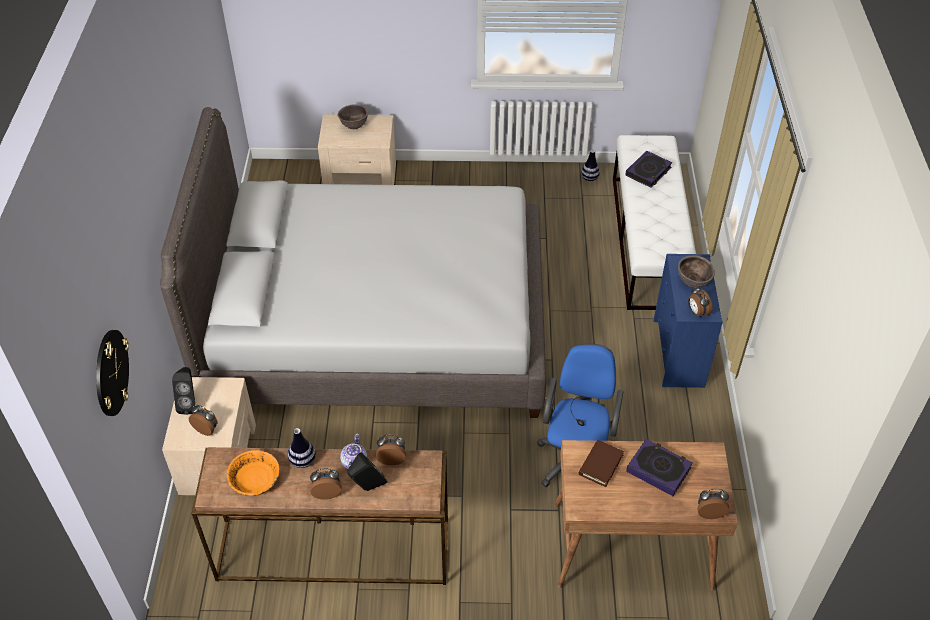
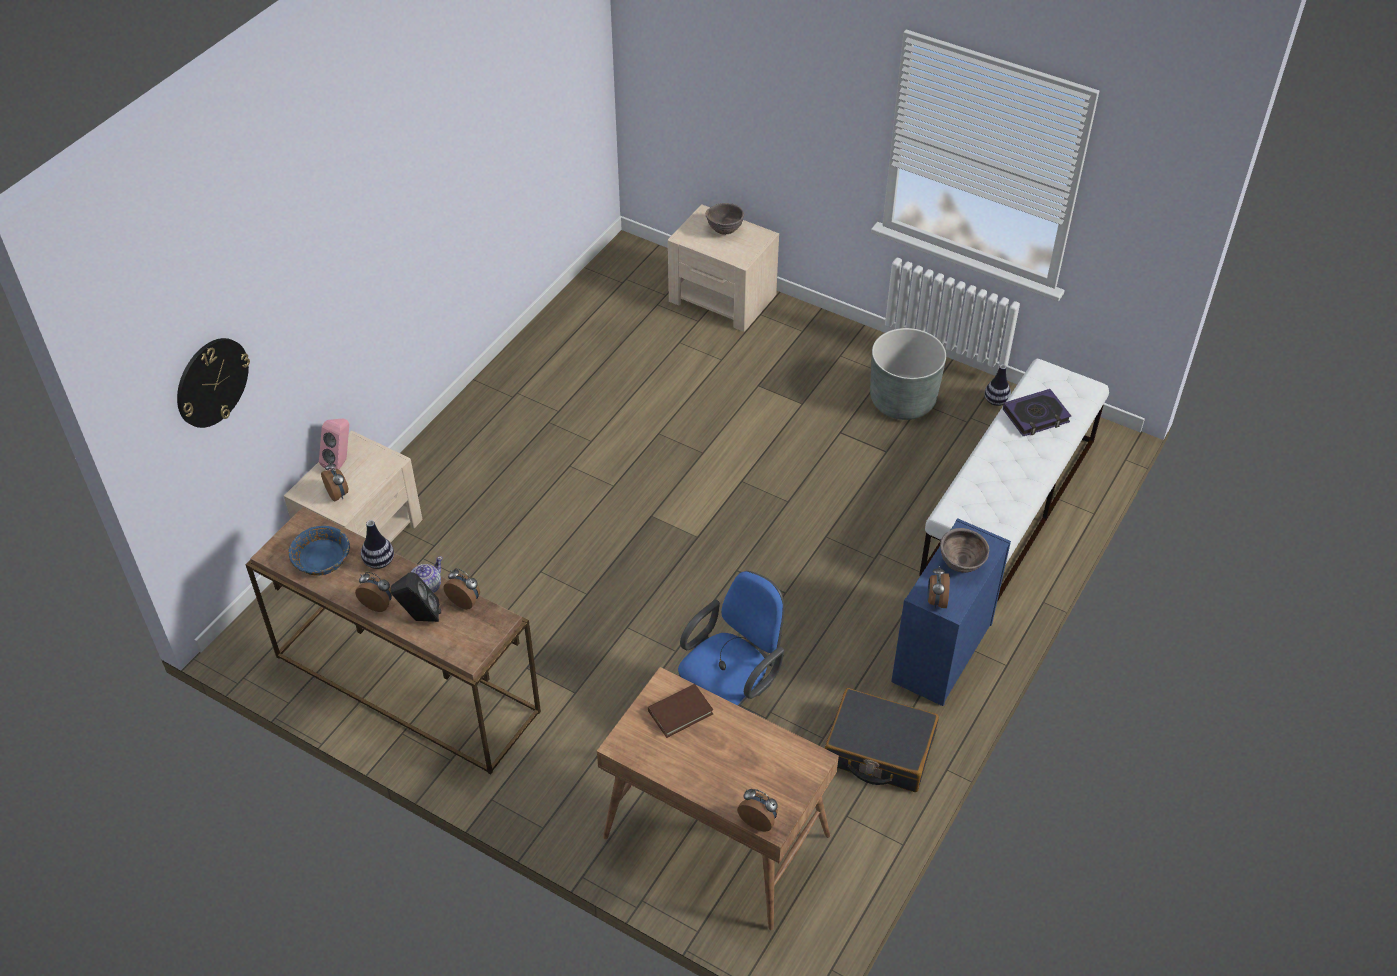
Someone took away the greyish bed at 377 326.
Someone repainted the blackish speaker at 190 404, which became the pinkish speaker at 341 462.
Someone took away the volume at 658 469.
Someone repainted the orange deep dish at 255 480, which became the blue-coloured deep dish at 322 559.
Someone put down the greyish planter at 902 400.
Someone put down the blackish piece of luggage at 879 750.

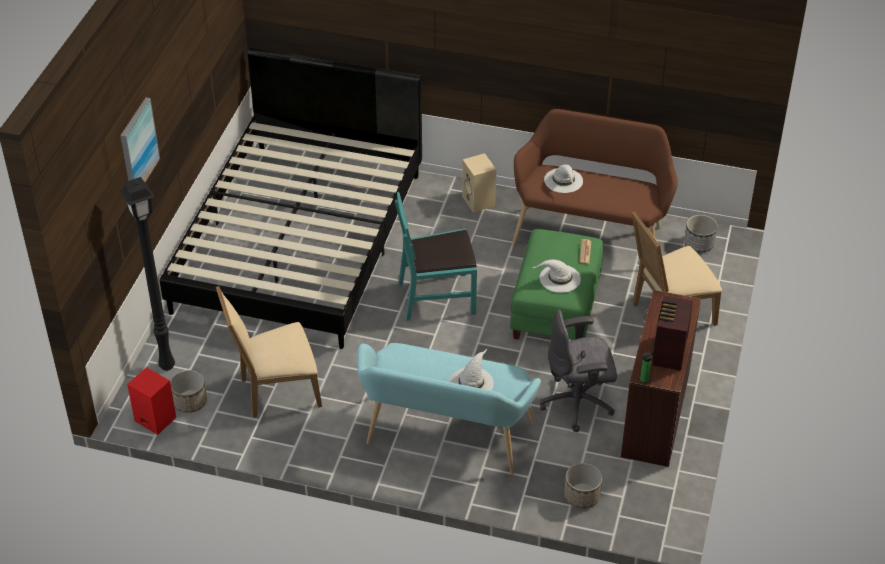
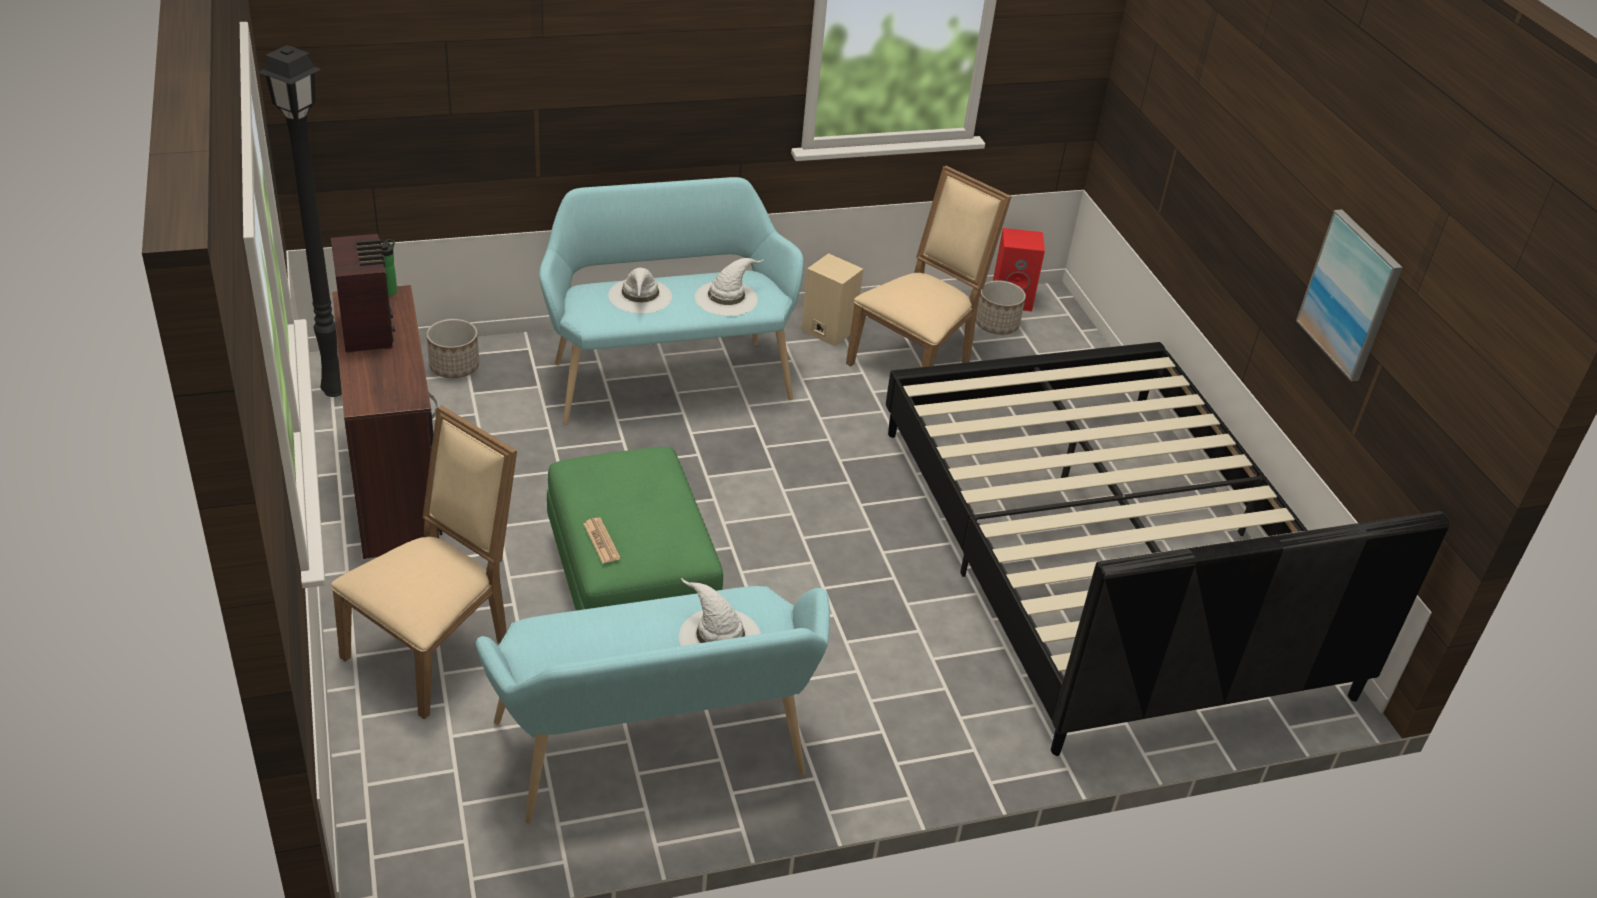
Someone carried the picture from 138 147 to 1350 295.
Someone repainted the brown-coloured long seat at 590 232, which became the turquoise-coloured long seat at 656 758.
Someone carried the beige speaker from 479 201 to 826 330.
Someone carried the blackish standing lamp from 166 367 to 334 389.
Someone took away the turquoise-coloured chair at 437 297.
Someone took away the planter at 699 244.
Someone carried the whitish wearable hat from 559 278 to 727 297.
Someone took away the greyish office chair at 578 403.

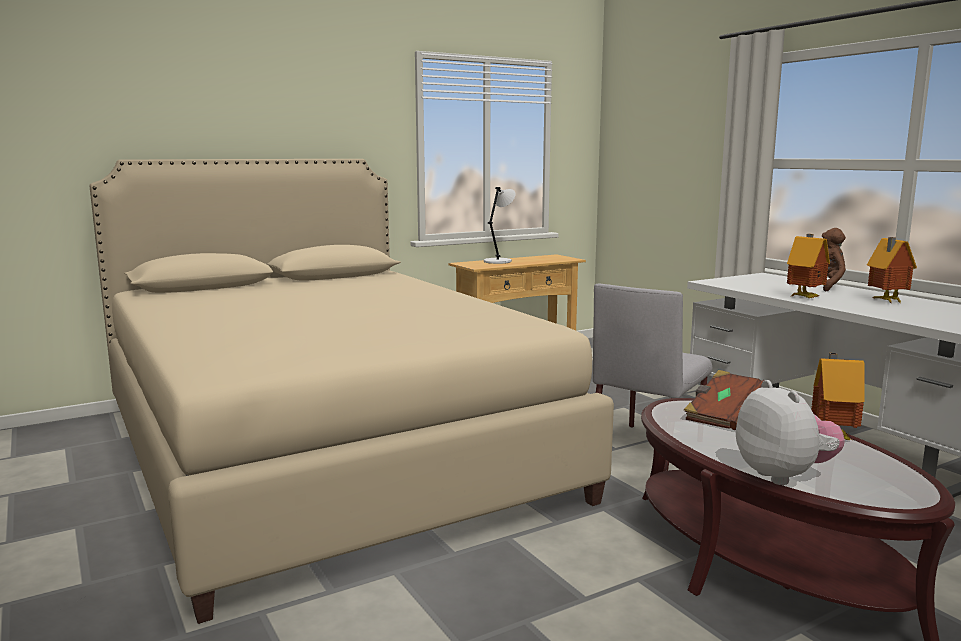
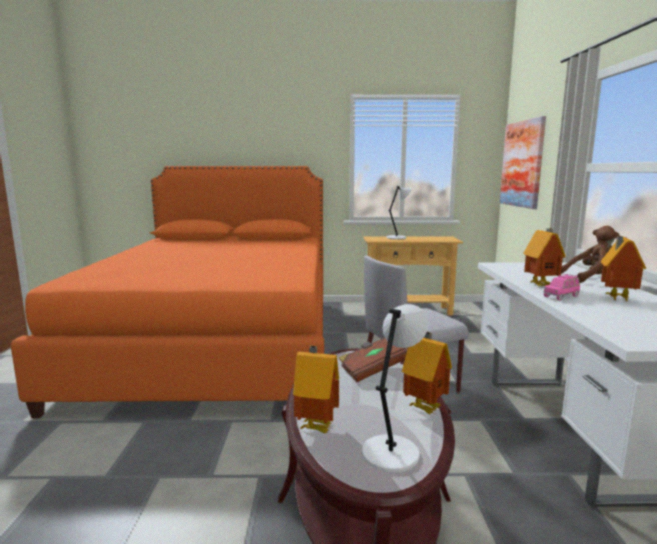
Someone repainted the beige bed at 324 452, which became the orange bed at 219 343.
Someone swapped the cuddly toy at 784 476 for the toy house at 317 426.
Someone put up the picture at 522 164.
Someone put down the pinkish toy car at 561 296.
Someone put down the whitish table lamp at 391 452.

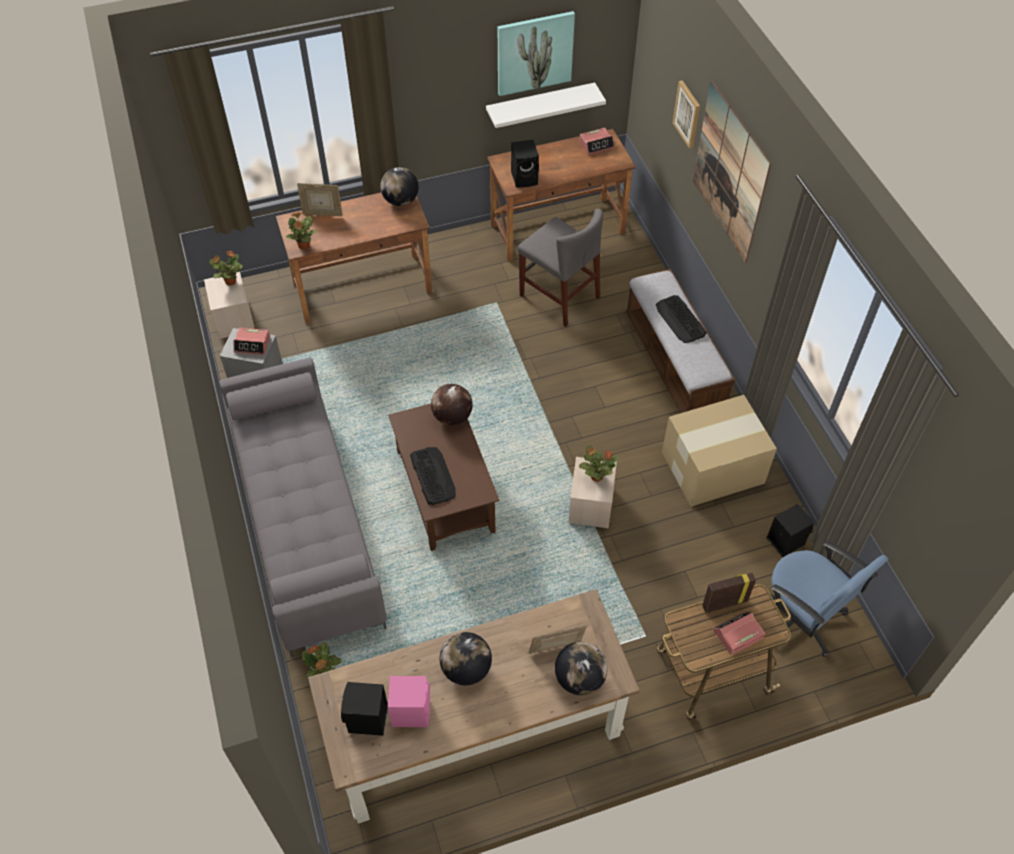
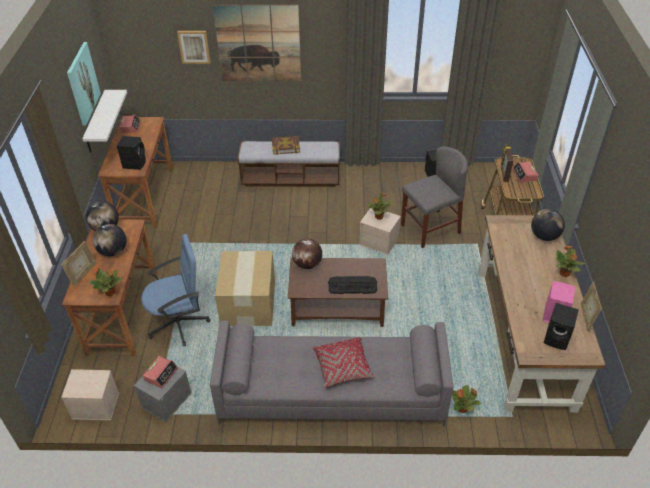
Someone carried the greyish chair from 559 296 to 430 229.
Someone carried the houseplant from 230 281 to 564 274.
Someone swapped the keyboard at 680 320 for the volume at 285 147.
Someone carried the carton from 714 467 to 249 302.
Someone carried the blue-coloured office chair from 801 618 to 179 322.
Someone carried the picture frame from 556 650 to 586 317.
Someone carried the desk globe from 466 669 to 113 251.
Someone put down the red-coloured cushion at 343 368.

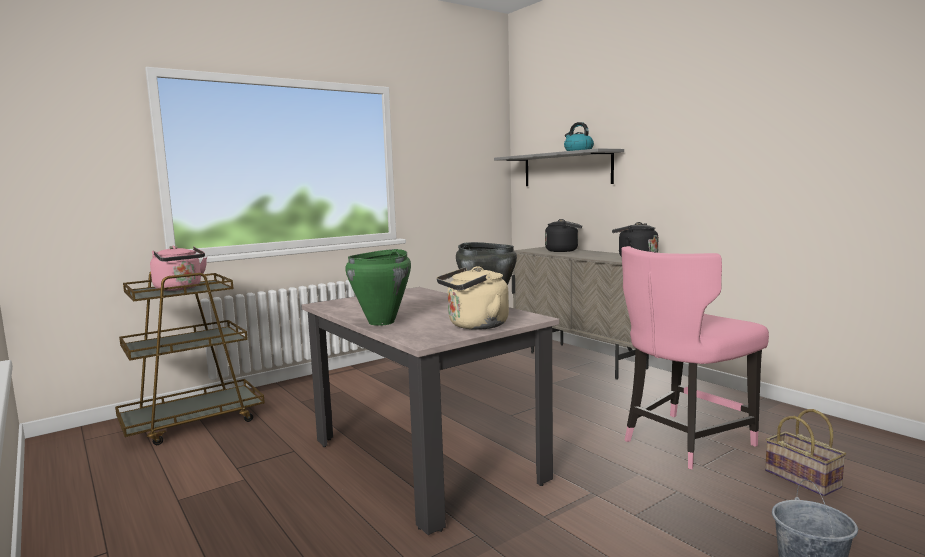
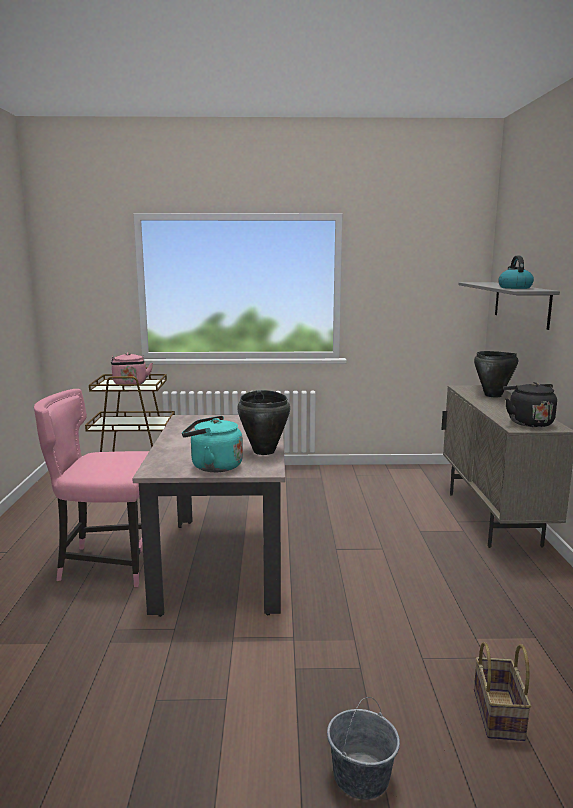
Someone swapped the blackish tea kettle at 564 251 for the blackish stockpot at 493 395.
Someone carried the pinkish chair from 683 442 to 107 563.
Someone took away the greenish stockpot at 382 322.
Someone repainted the beige tea kettle at 475 326, which became the turquoise-coloured tea kettle at 213 466.

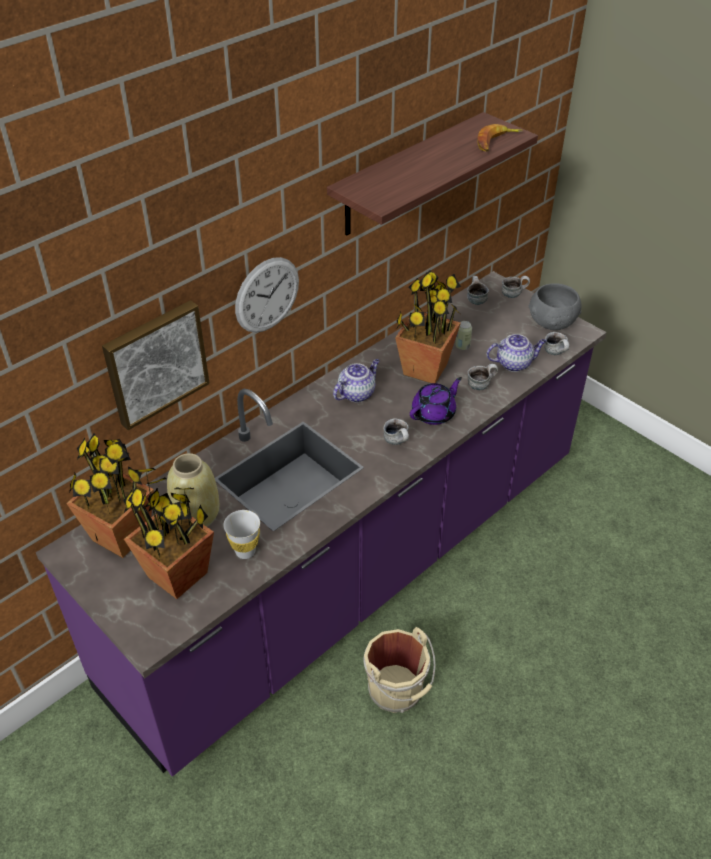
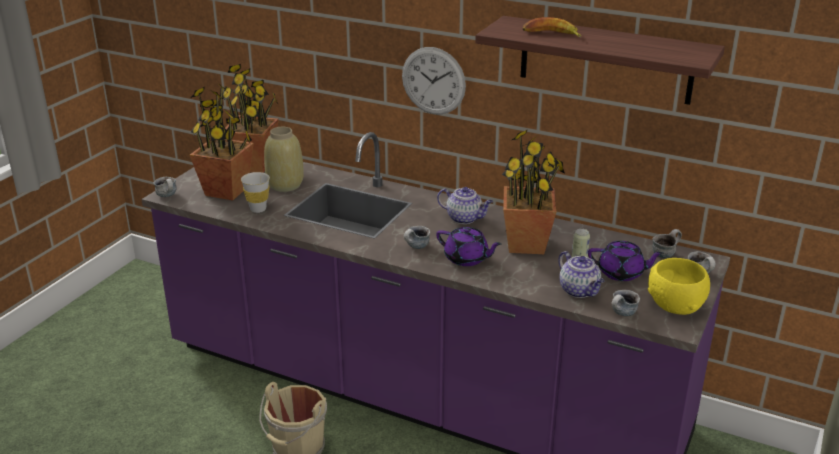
Someone carried the banana from 496 142 to 551 34.
Someone repainted the greyish deep dish at 552 323, which became the yellow-coloured deep dish at 674 305.
Someone took away the picture at 155 362.
Someone carried the coffee mug from 481 384 to 168 196.
Someone put down the purplish teapot at 621 273.

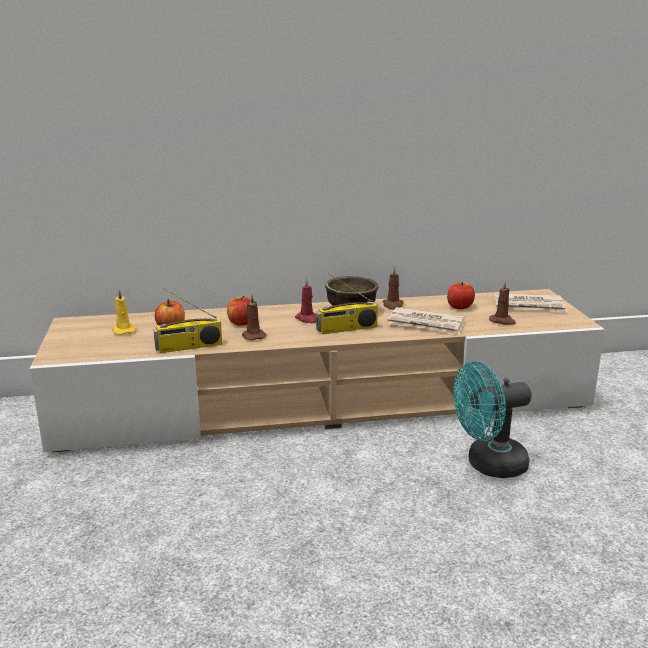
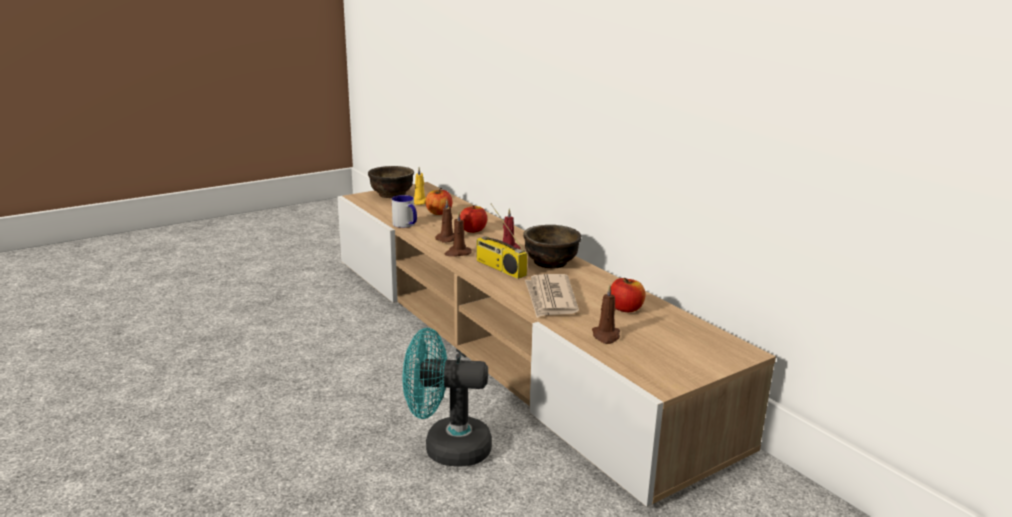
Someone carried the brown-coloured candle from 393 305 to 457 253.
Someone swapped the radio receiver at 189 347 for the coffee mug at 406 225.
Someone took away the printed paper at 529 306.
Someone rotated the turquoise-coloured electric fan at 488 465 by 45 degrees counterclockwise.
Someone put down the brown-coloured deep dish at 392 195.

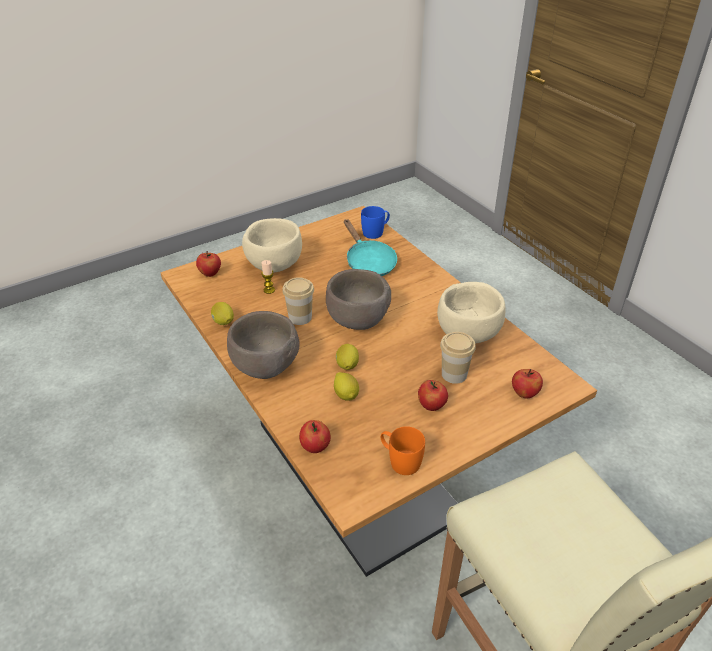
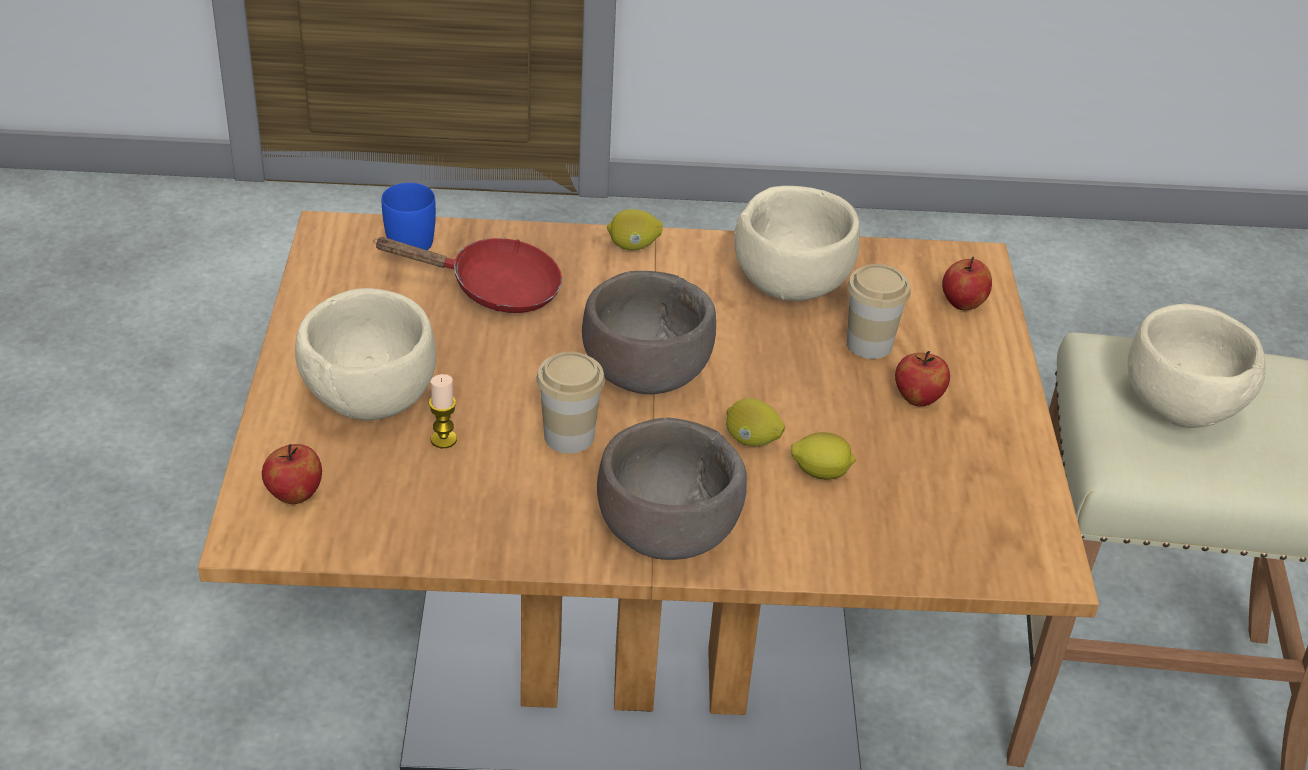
Someone repainted the turquoise-coloured pan at 368 262, which became the red-coloured pan at 494 289.
Someone carried the citrus fruit from 223 322 to 633 246.
Someone took away the whole apple at 315 447.
Someone took away the orange coffee mug at 400 460.
Someone put down the beige deep dish at 1180 409.

